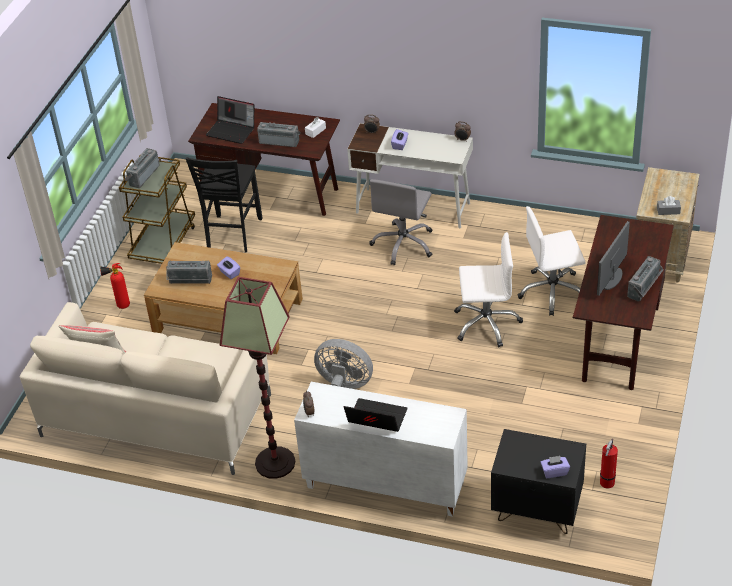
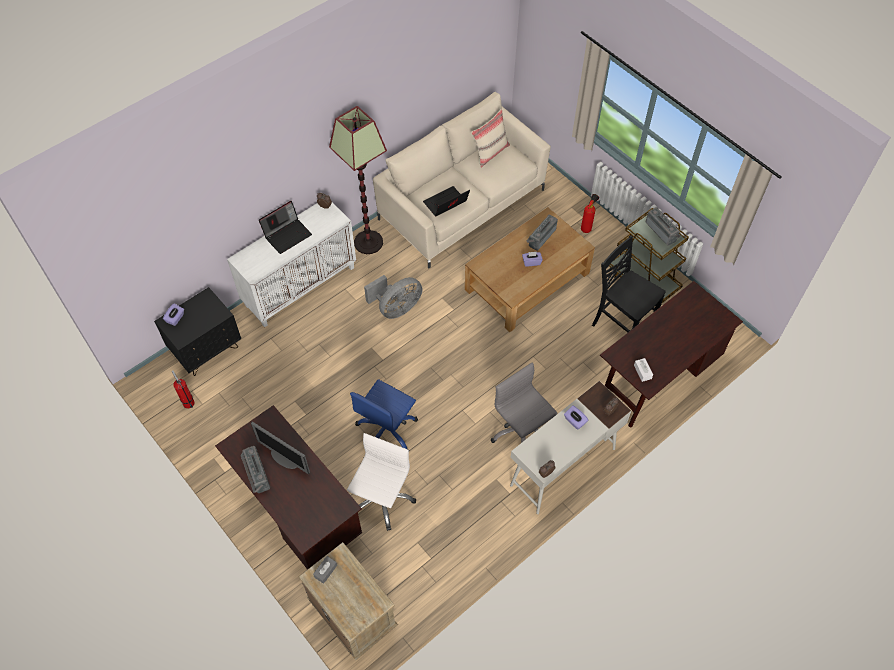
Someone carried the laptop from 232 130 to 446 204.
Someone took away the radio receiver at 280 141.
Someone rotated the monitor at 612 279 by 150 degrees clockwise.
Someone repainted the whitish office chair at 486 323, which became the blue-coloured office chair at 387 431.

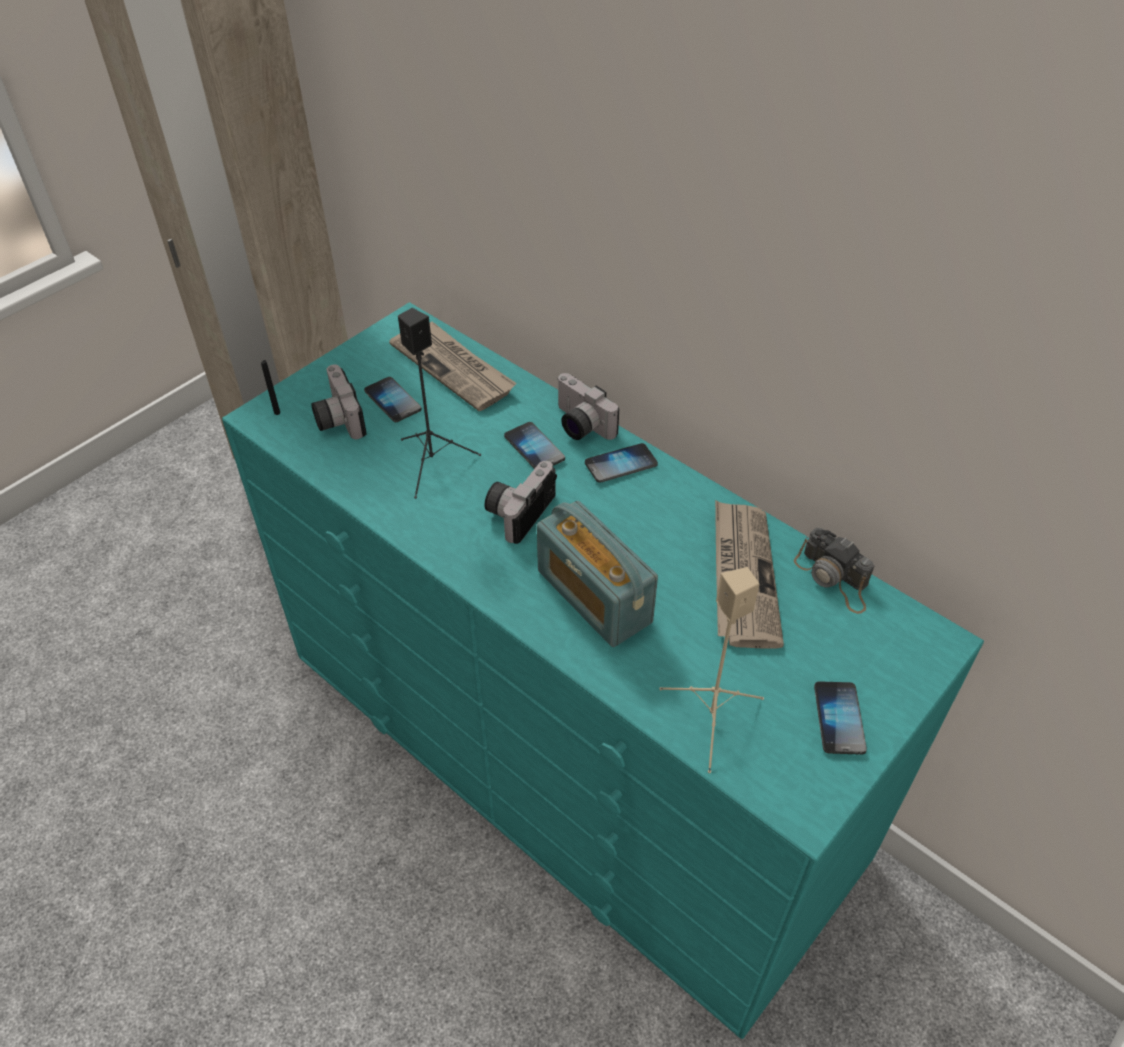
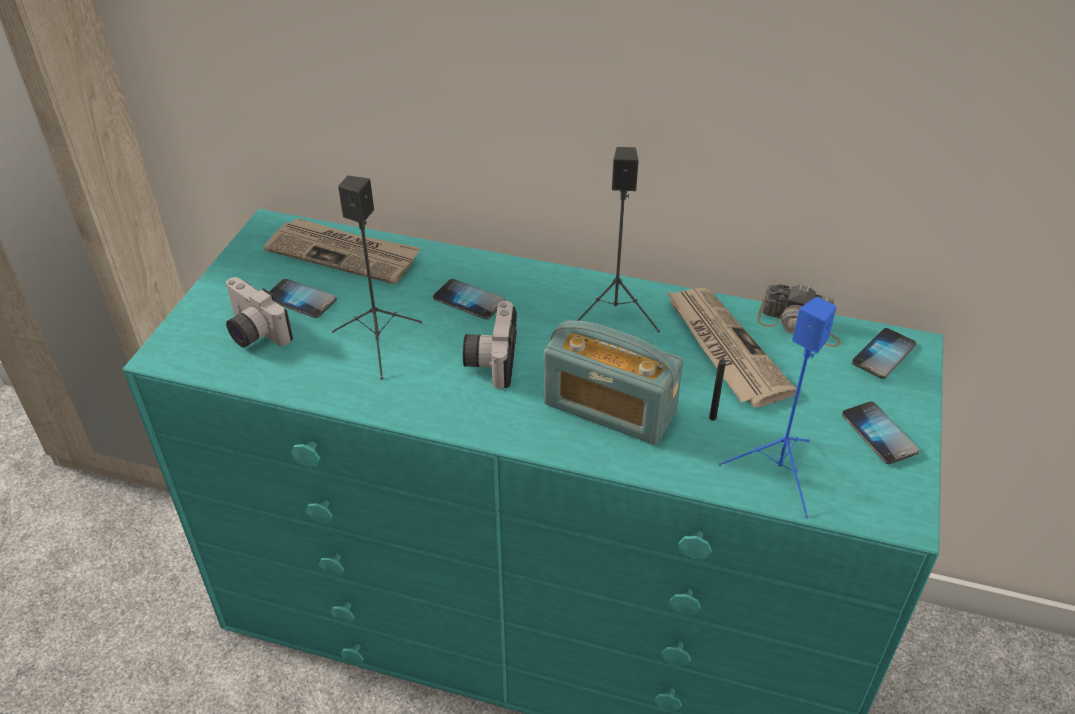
Someone carried the blackish candle from 277 413 to 712 418.
Someone took away the still camera at 579 425.
Someone carried the telephone from 621 464 to 883 355.
Someone repainted the beige speaker at 711 720, which became the blue-coloured speaker at 779 474.
Someone put down the blackish speaker at 616 313.

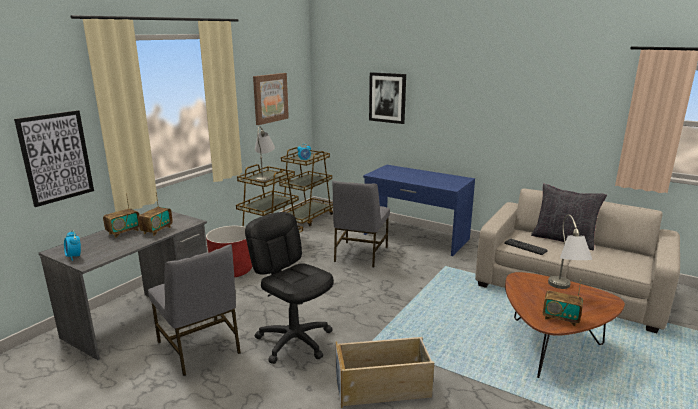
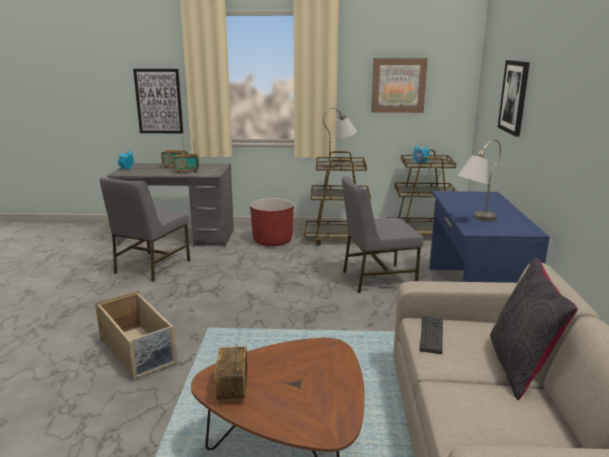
Someone took away the blackish office chair at 294 341.
Someone carried the greyish table lamp from 564 291 to 474 220.

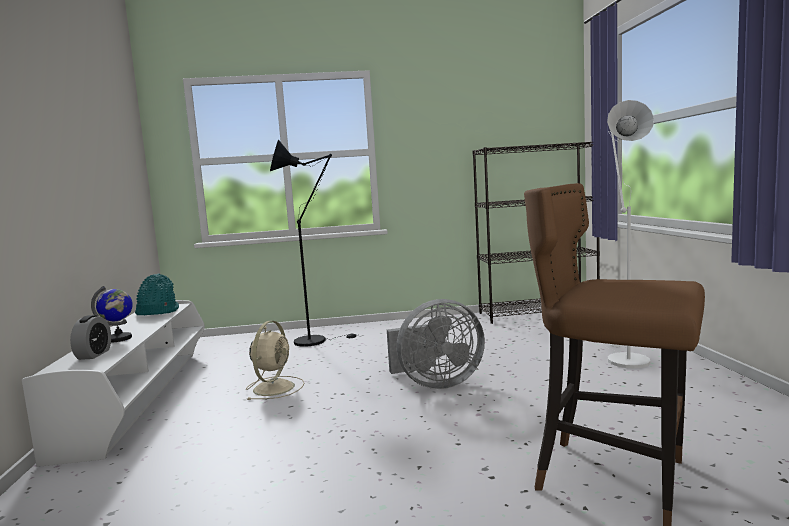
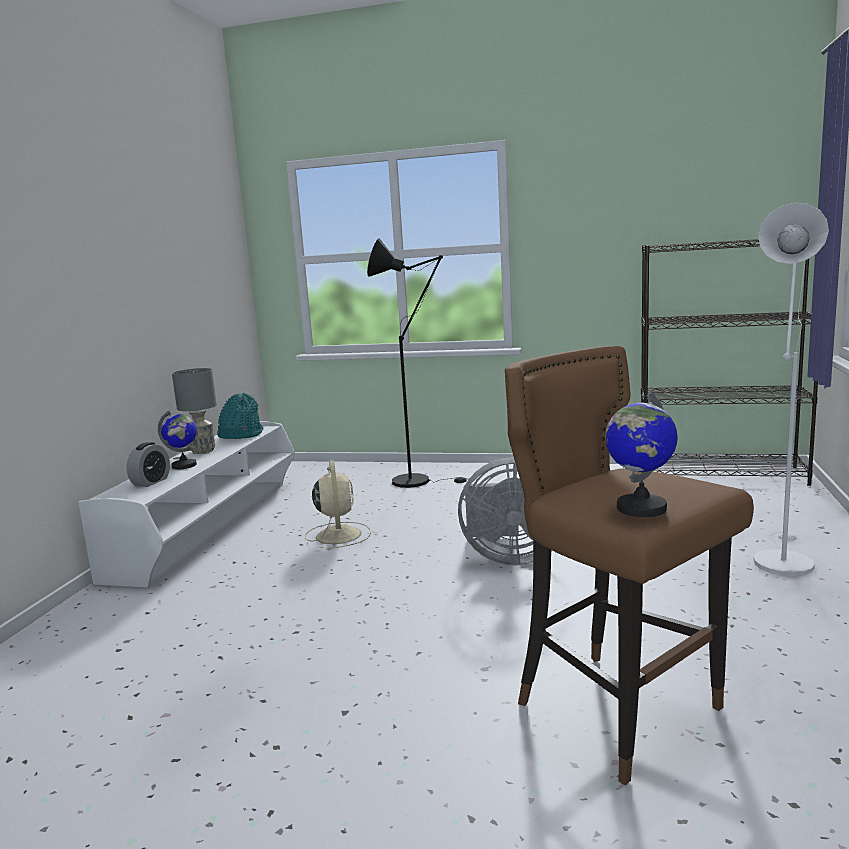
Someone rotated the beige electric fan at 275 387 by 45 degrees counterclockwise.
Someone put down the greyish table lamp at 202 451.
Someone put down the desk globe at 640 508.

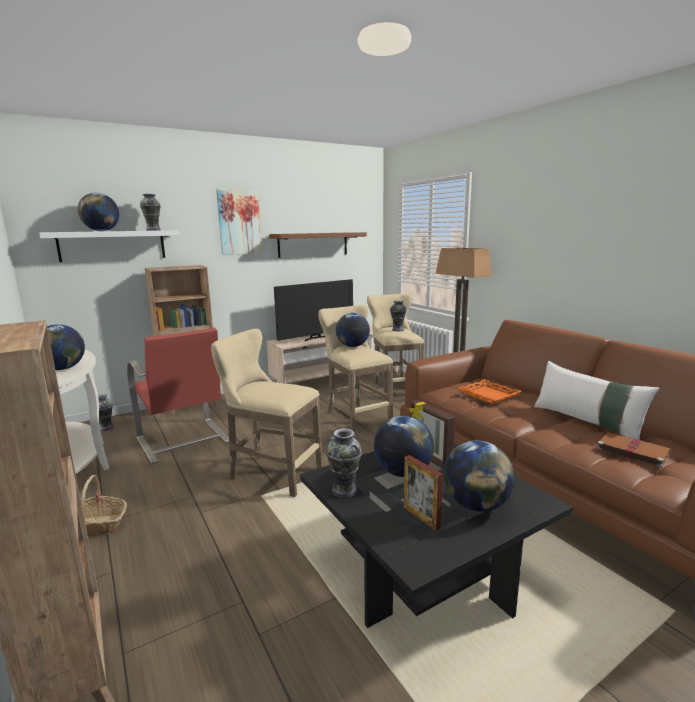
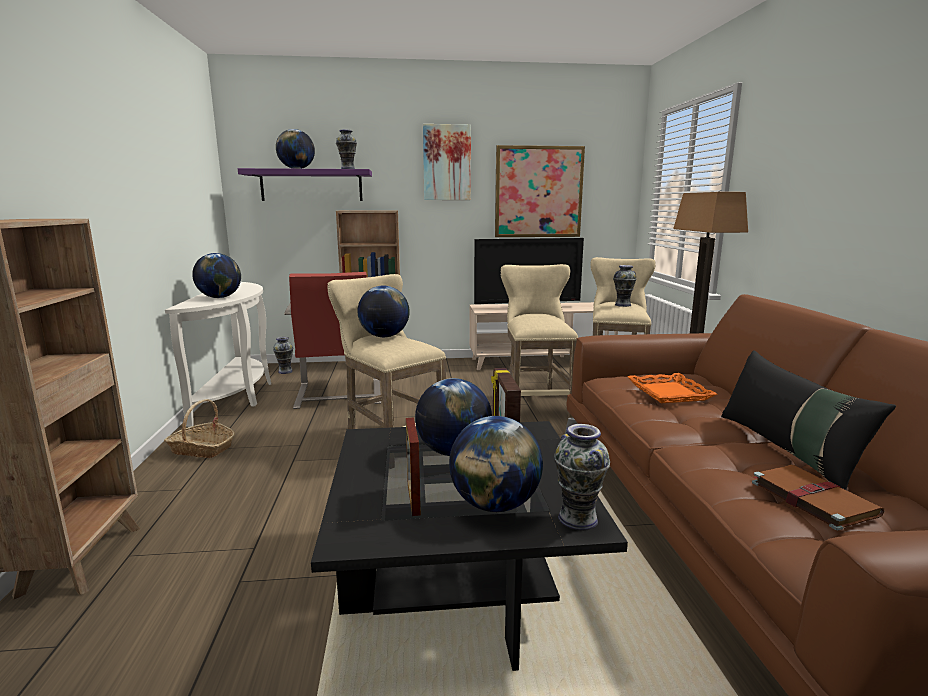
Someone repainted the whitish shelf at 113 245, which became the purplish shelf at 311 185.
Someone swapped the brown-coloured shelf at 313 244 for the picture at 538 192.
Someone carried the desk globe from 352 346 to 384 336.
Someone repainted the whitish cushion at 587 422, which became the blackish cushion at 787 450.
Someone carried the decorative vase from 344 491 to 577 519.

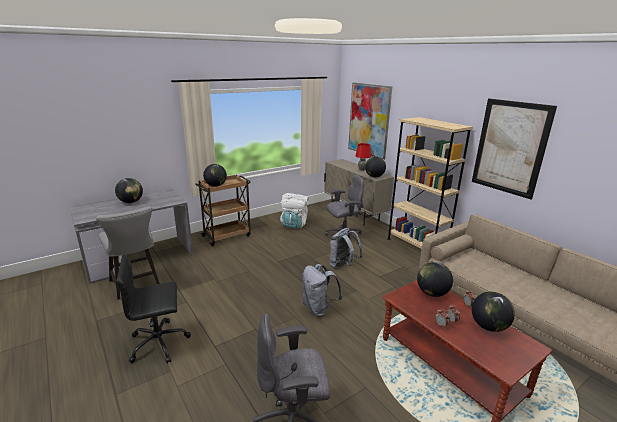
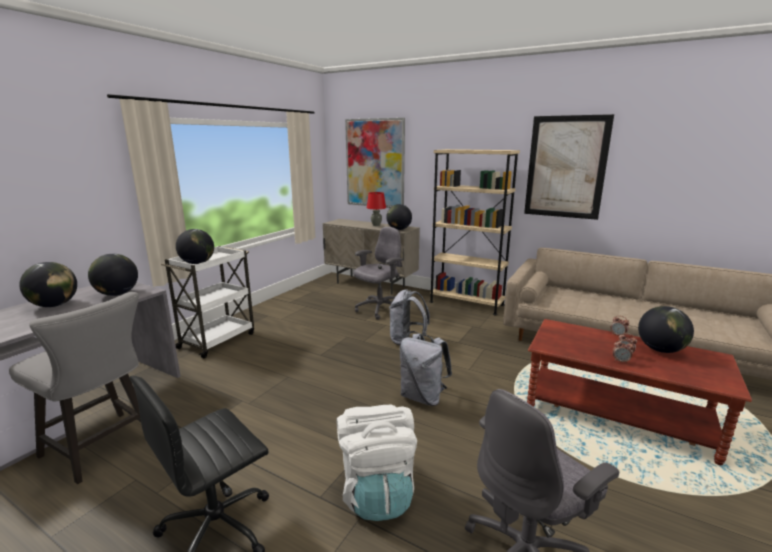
Someone repainted the brown-coloured trolley at 227 236, which became the whitish trolley at 218 340.
Someone carried the whitish rucksack from 294 224 to 377 492.
Someone carried the desk globe from 432 293 to 117 294.

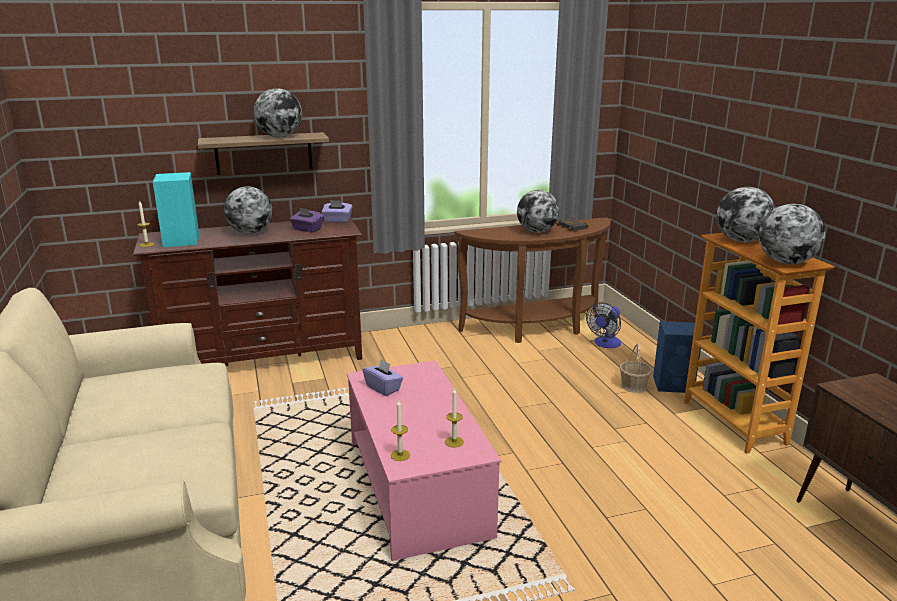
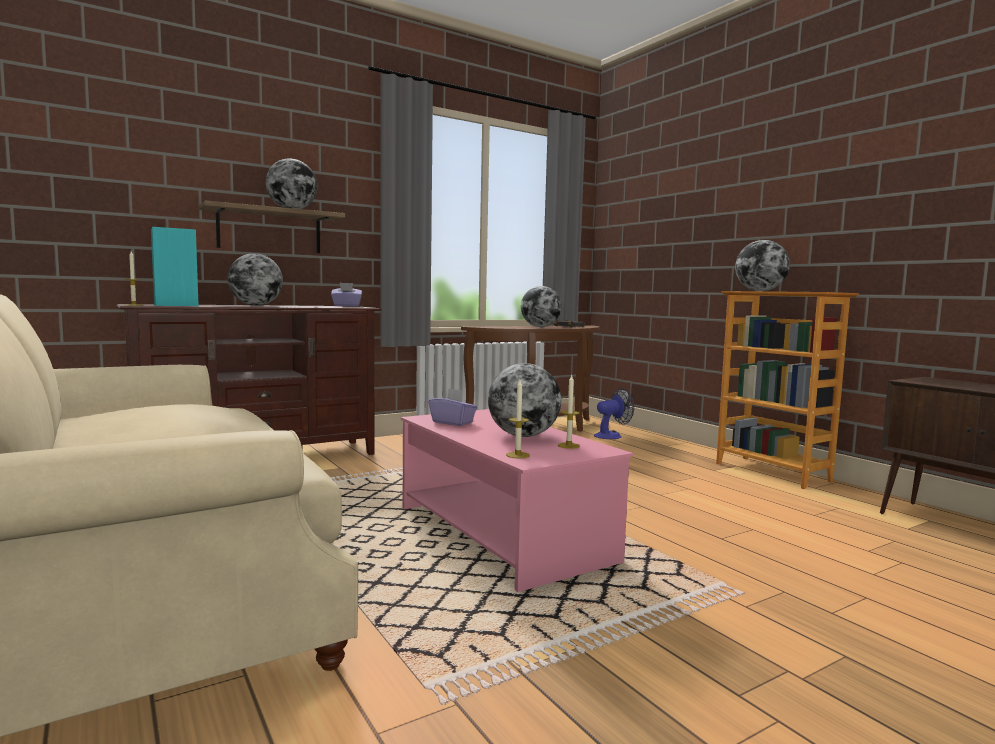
Someone carried the desk globe from 786 262 to 523 436.
Someone took away the purplish tissue box at 307 229.
Someone rotated the electric fan at 605 344 by 135 degrees counterclockwise.
Someone took away the blue-coloured speaker at 674 384.
Someone took away the household basket at 634 386.

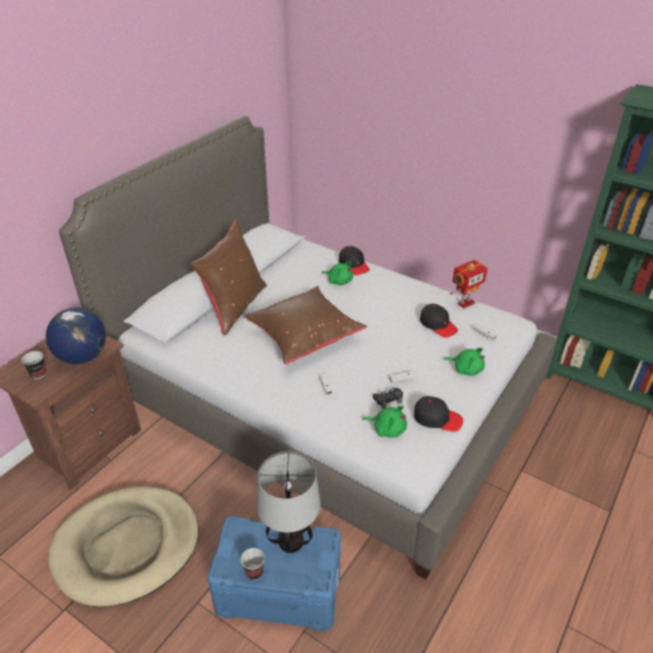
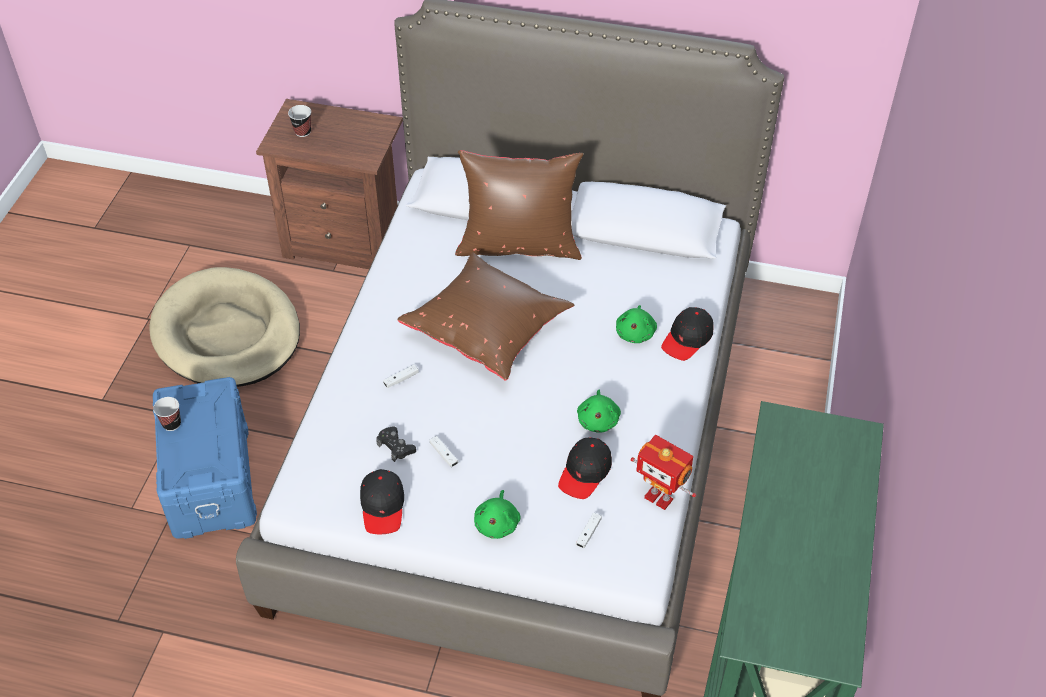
Someone took away the desk globe at 82 356.
Someone carried the greenish cuddly toy from 387 429 to 598 420.
Someone took away the table lamp at 290 541.

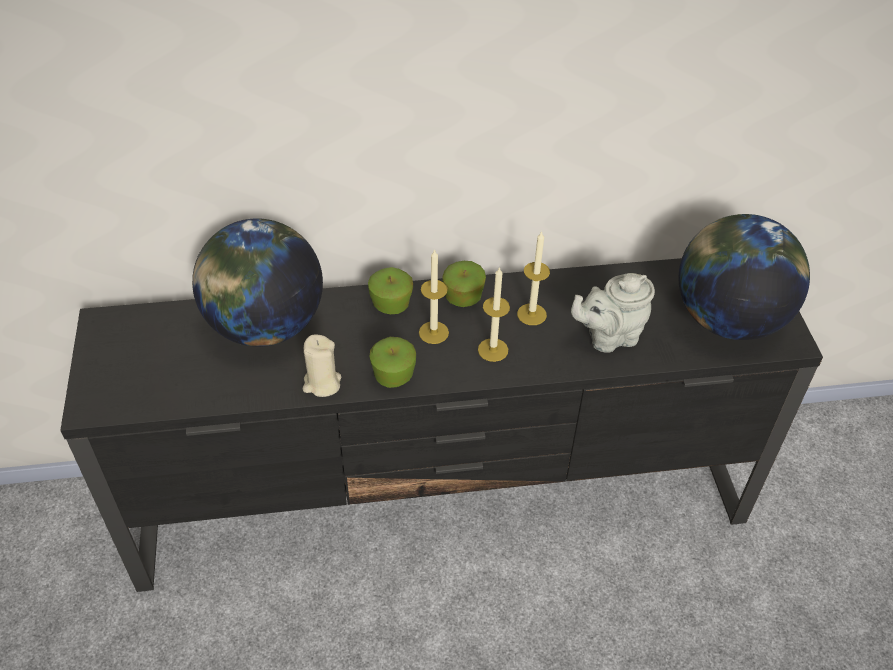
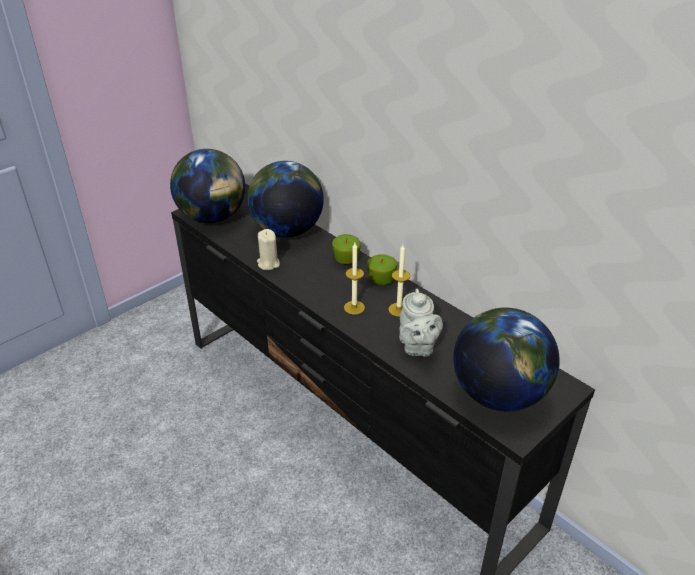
Someone took away the candle at 433 332.
Someone rotated the greyish teapot at 608 337 by 135 degrees counterclockwise.
Someone took away the whole apple at 393 376.
Someone put down the desk globe at 213 217.

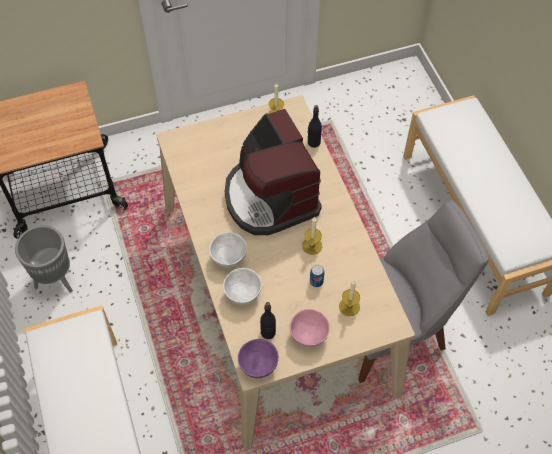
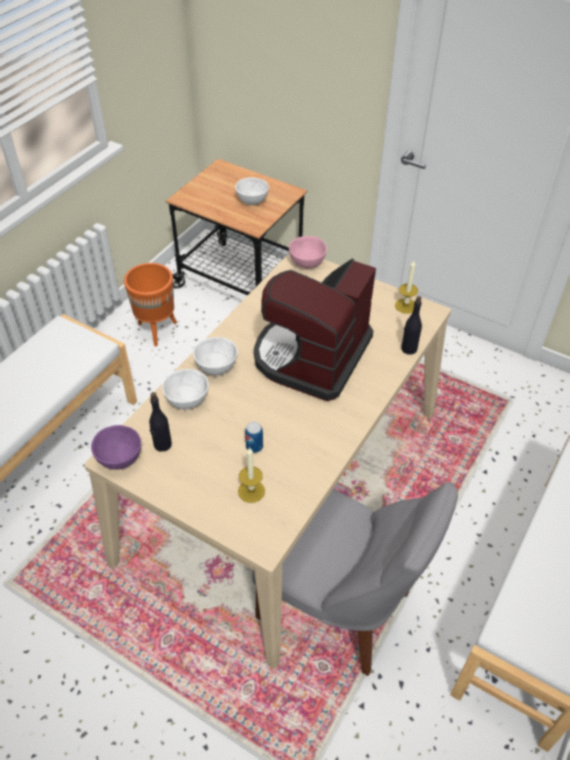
Someone took away the candle at 312 246.
Someone repainted the greyish planter at 55 280, which became the orange planter at 157 330.
Someone carried the pinkish deep dish from 309 336 to 307 264.
Someone put down the whitish deep dish at 252 201.

